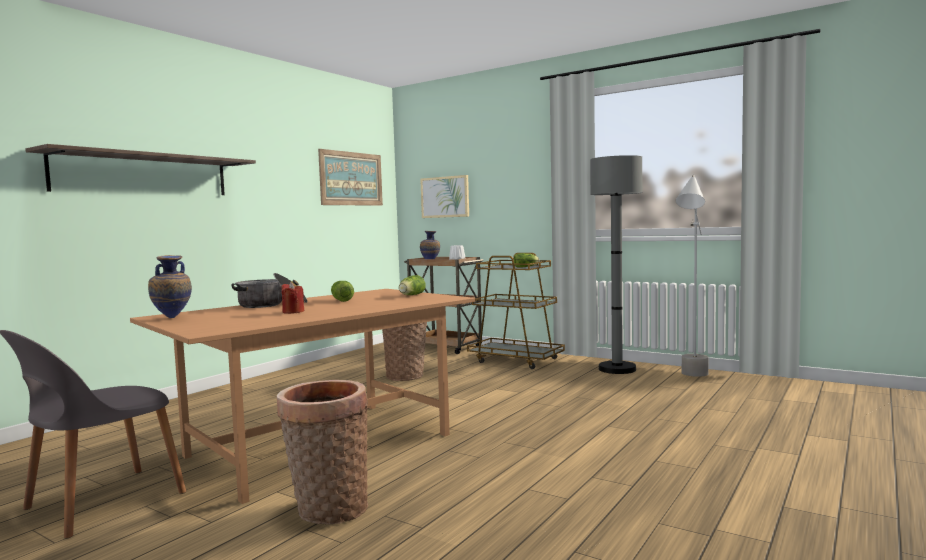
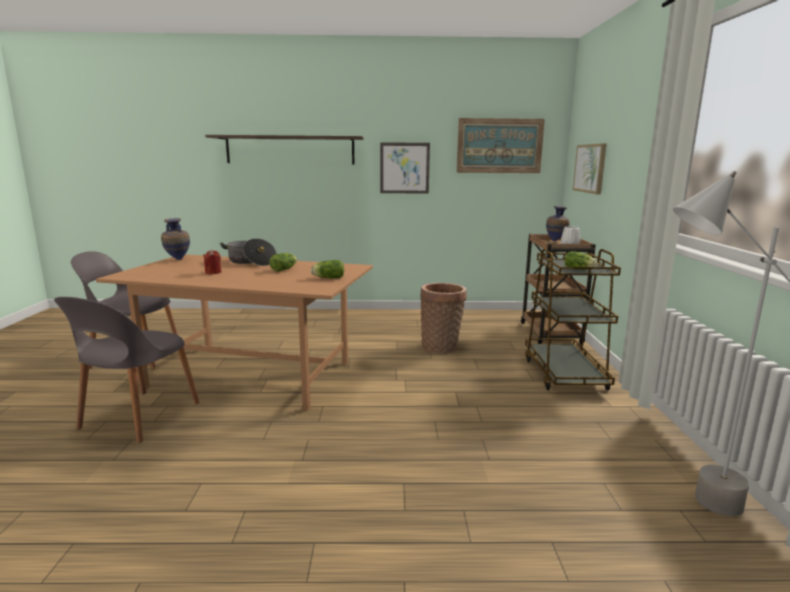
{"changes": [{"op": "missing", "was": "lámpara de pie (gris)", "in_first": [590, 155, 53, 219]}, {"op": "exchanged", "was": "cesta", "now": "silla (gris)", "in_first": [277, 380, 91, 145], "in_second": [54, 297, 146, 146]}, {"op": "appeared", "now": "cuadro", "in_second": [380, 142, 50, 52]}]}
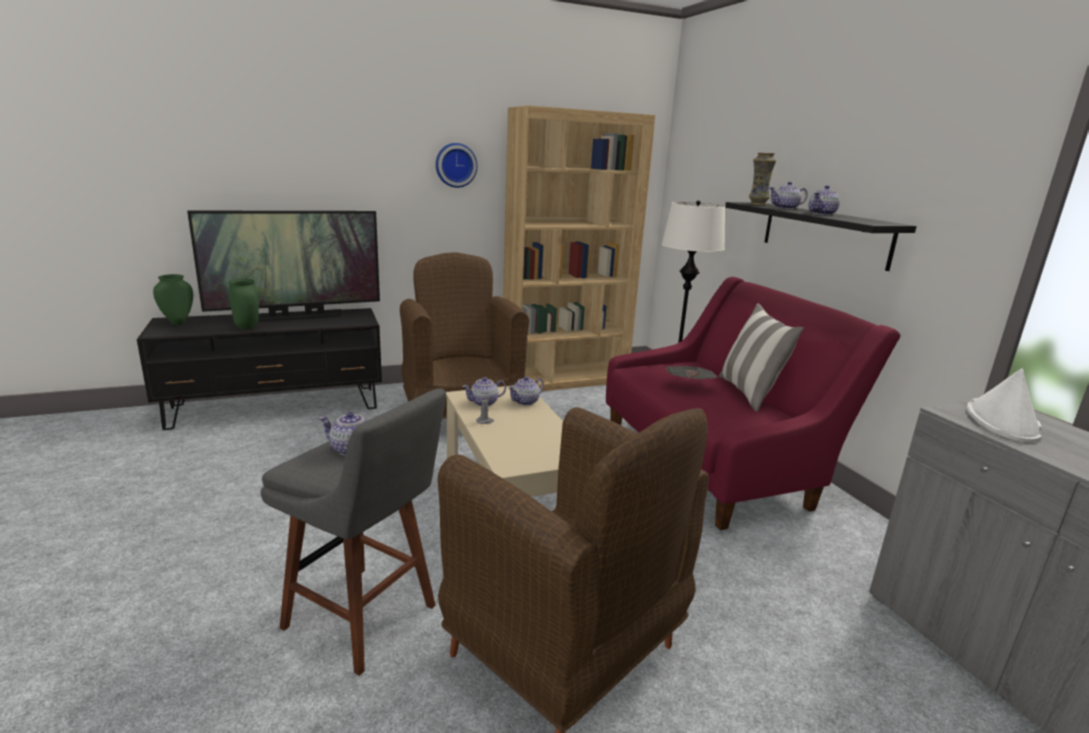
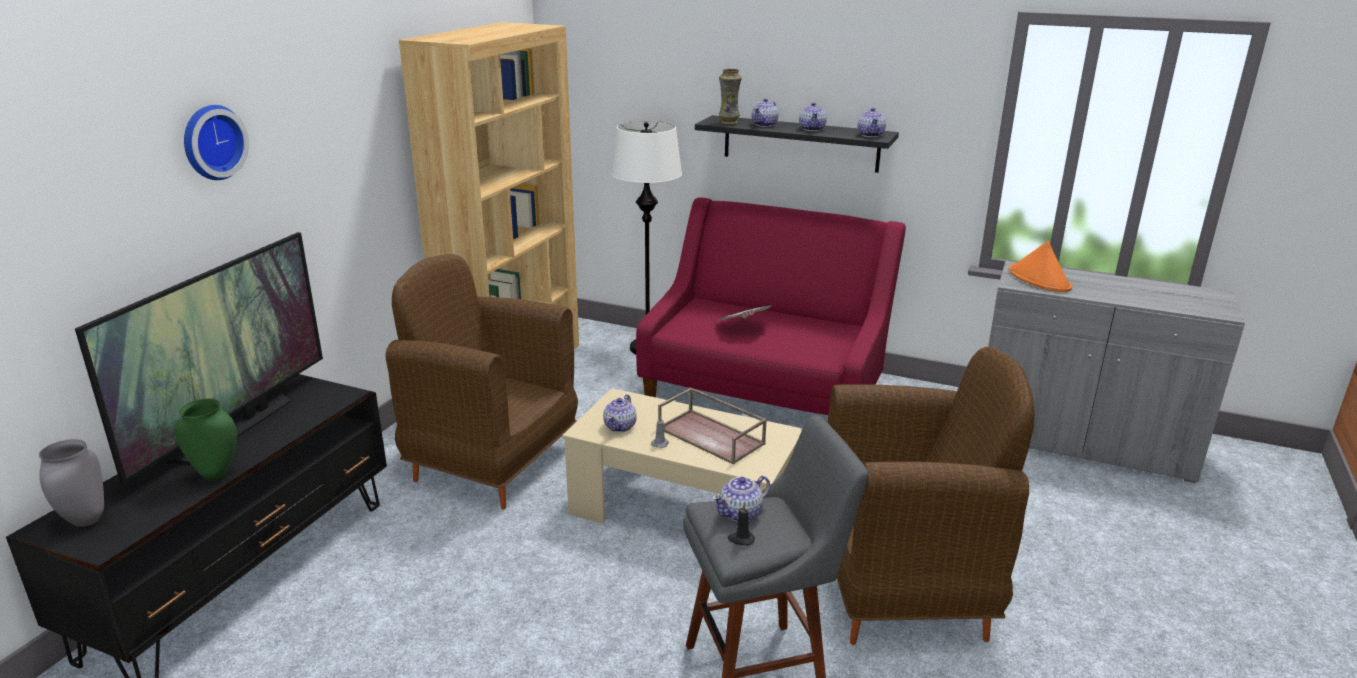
{"changes": [{"op": "relocated", "was": "reloj de pared", "in_first": [436, 143, 41, 45], "in_second": [184, 105, 65, 75]}, {"op": "colour", "was": "florero (verde)", "now": "florero (gris)", "in_first": [153, 274, 40, 51], "in_second": [39, 439, 65, 88]}, {"op": "missing", "was": "cojín", "in_first": [719, 304, 85, 108]}, {"op": "colour", "was": "sombrero (blanco)", "now": "sombrero (naranja)", "in_first": [966, 368, 76, 75], "in_second": [1008, 241, 64, 51]}, {"op": "relocated", "was": "tetera", "in_first": [508, 376, 36, 30], "in_second": [857, 108, 29, 29]}, {"op": "appeared", "now": "bandeja (marrón)", "in_second": [658, 388, 109, 77]}, {"op": "appeared", "now": "vela (negro)", "in_second": [728, 503, 27, 43]}]}
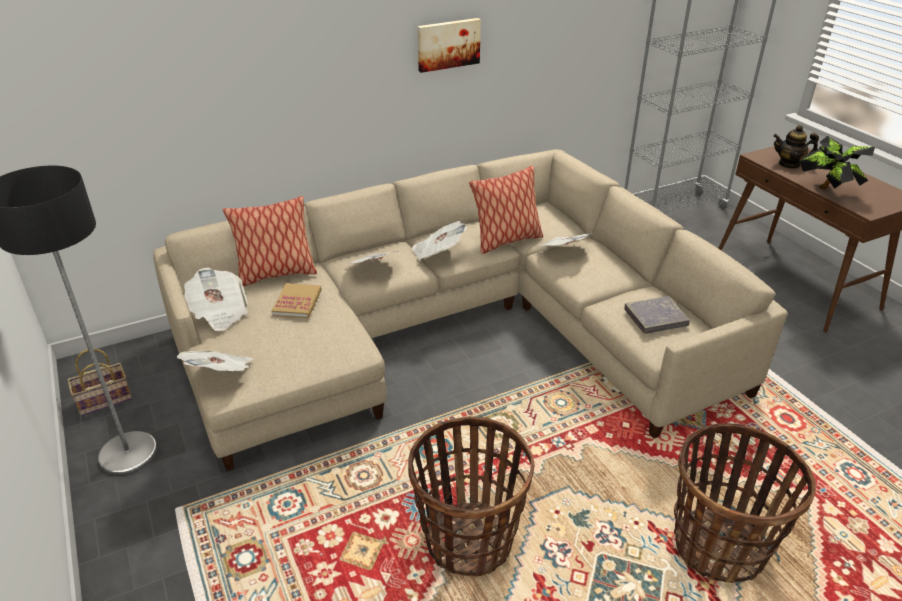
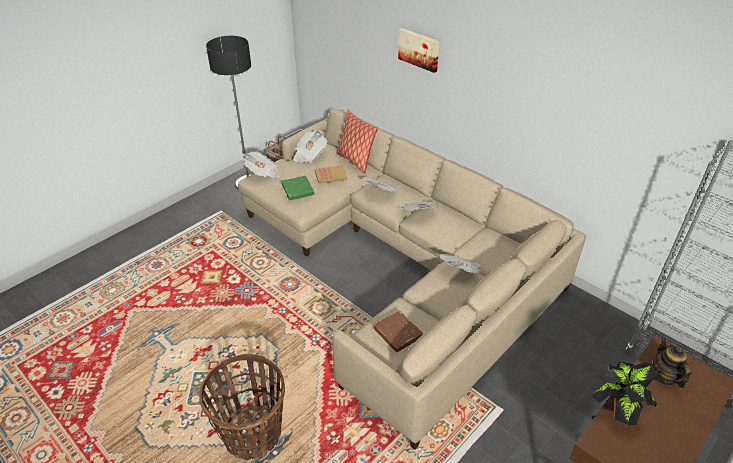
{"changes": [{"op": "relocated", "was": "cuadro", "in_first": [417, 18, 64, 55], "in_second": [398, 28, 42, 45]}, {"op": "missing", "was": "cojín", "in_first": [469, 166, 74, 88]}, {"op": "colour", "was": "libro (gris)", "now": "libro (marrón)", "in_first": [624, 296, 66, 38], "in_second": [373, 310, 50, 42]}, {"op": "missing", "was": "cesta", "in_first": [408, 416, 127, 161]}, {"op": "appeared", "now": "libro (verde)", "in_second": [282, 176, 32, 24]}]}
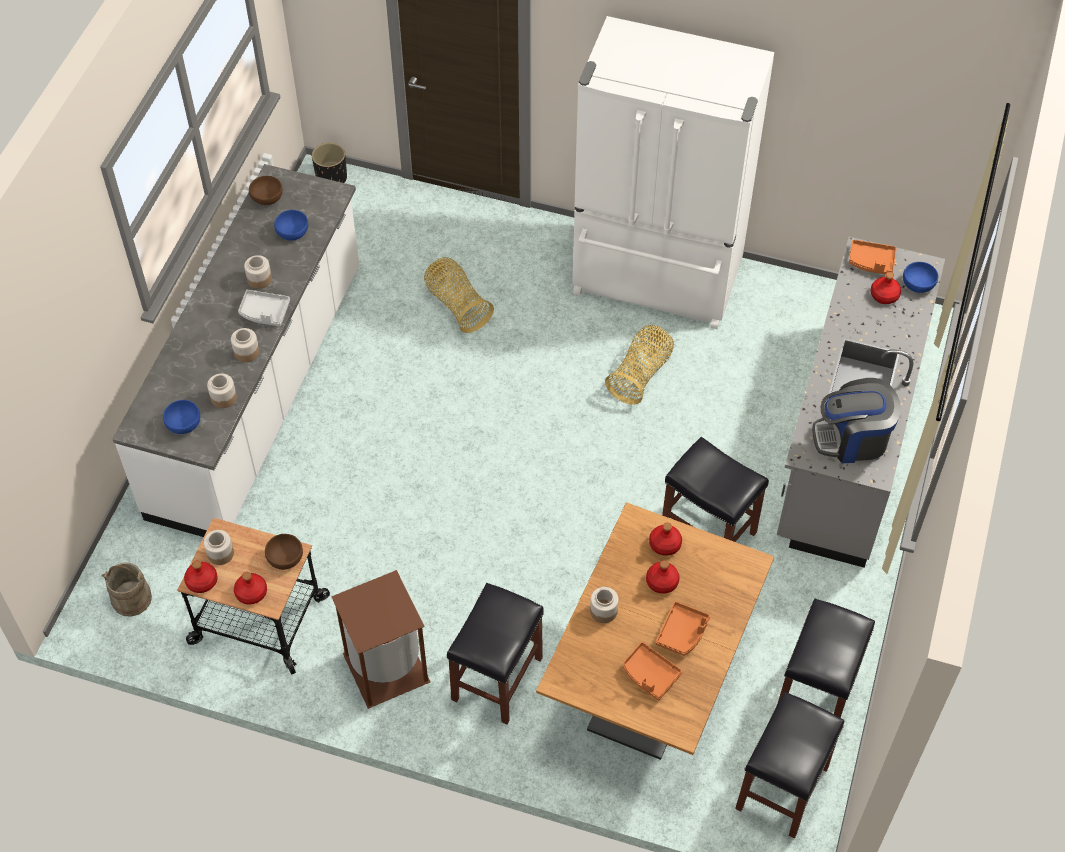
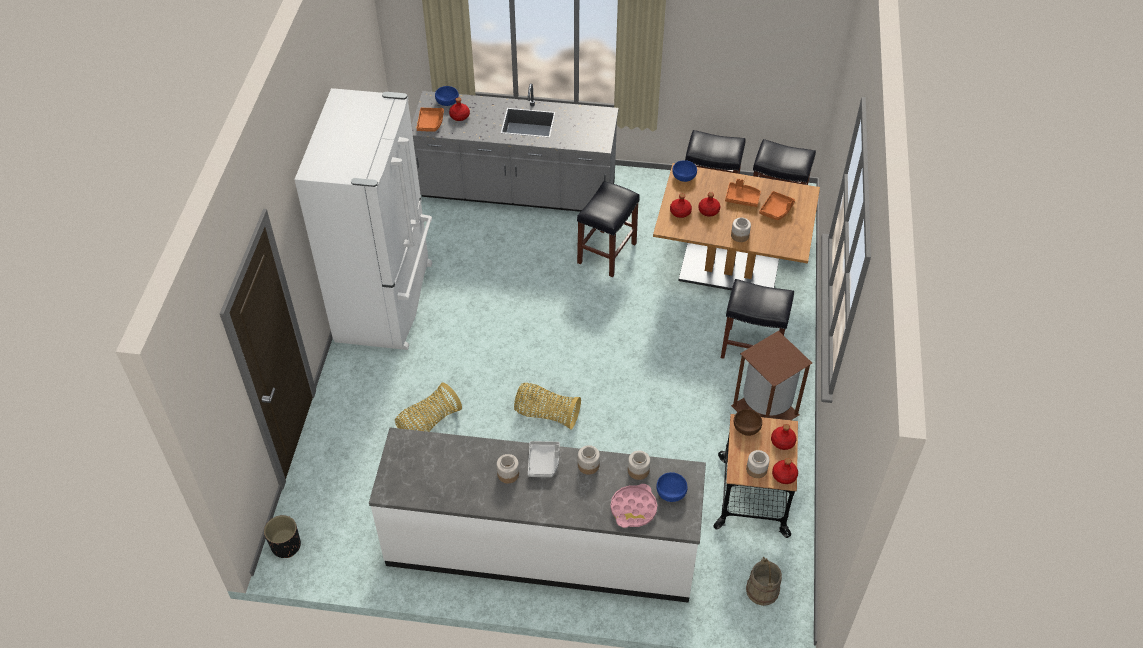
{"changes": [{"op": "missing", "was": "cuenco (marrón)", "in_first": [249, 176, 34, 29]}, {"op": "relocated", "was": "cuenco (azul)", "in_first": [274, 210, 34, 31], "in_second": [672, 160, 25, 22]}, {"op": "relocated", "was": "cesta", "in_first": [605, 325, 69, 80], "in_second": [514, 383, 67, 47]}, {"op": "missing", "was": "cafetera", "in_first": [812, 378, 89, 85]}, {"op": "appeared", "now": "bandeja (rosa)", "in_second": [610, 484, 47, 44]}]}
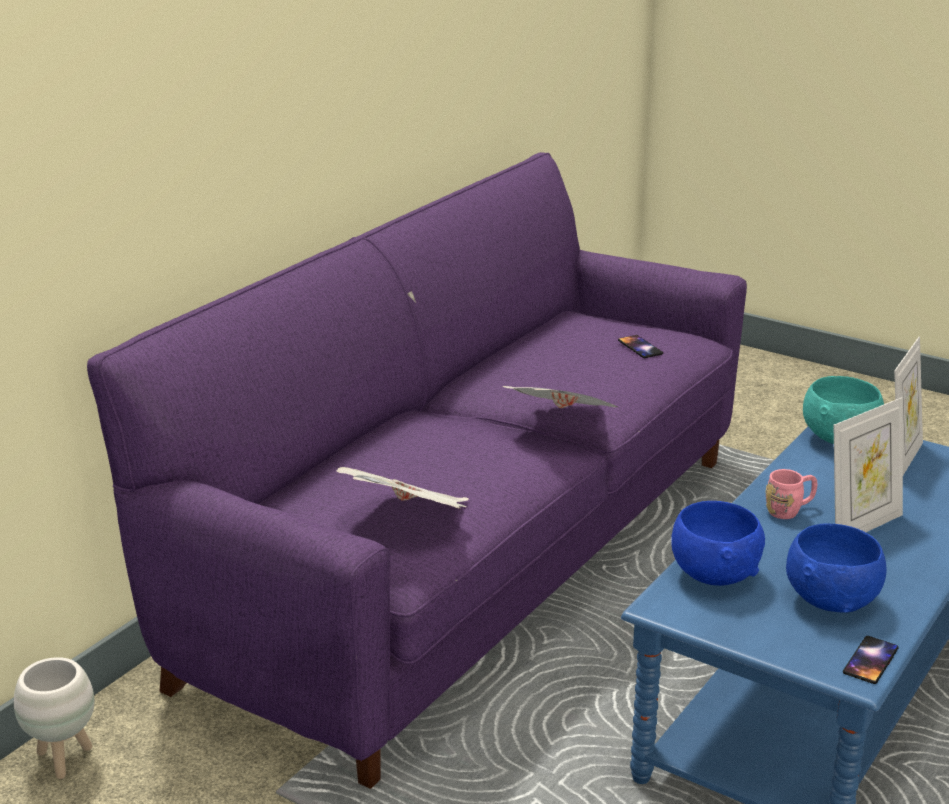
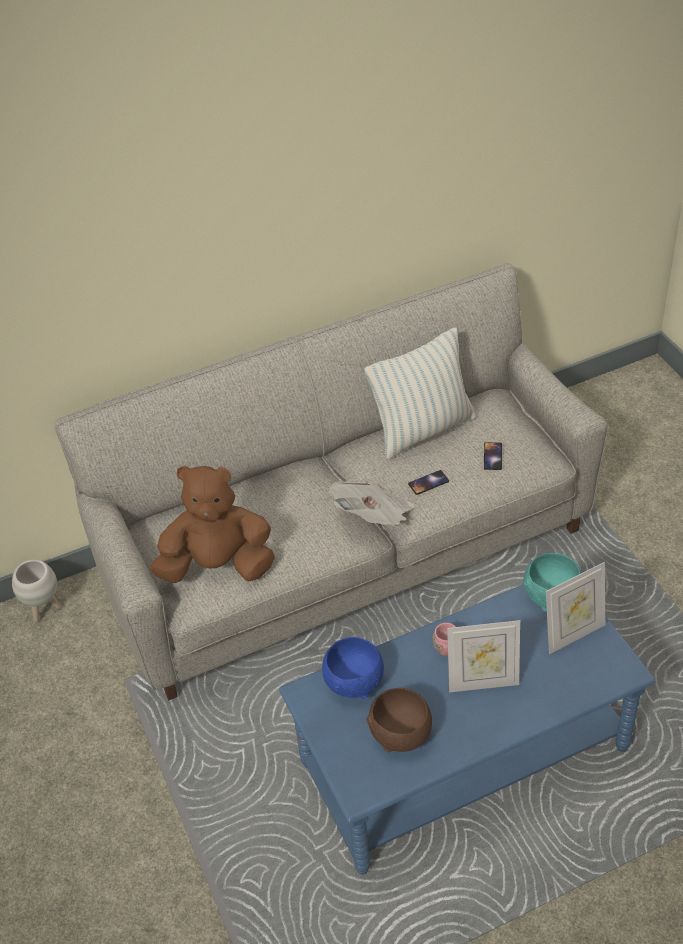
{"changes": [{"op": "colour", "was": "sofá (morado)", "now": "sofá (gris)", "in_first": [87, 152, 660, 637], "in_second": [55, 263, 553, 438]}, {"op": "exchanged", "was": "periódico", "now": "peluche (marrón)", "in_first": [337, 467, 132, 41], "in_second": [150, 466, 125, 117]}, {"op": "colour", "was": "cuenco (azul)", "now": "cuenco (marrón)", "in_first": [786, 523, 100, 90], "in_second": [366, 688, 66, 64]}, {"op": "relocated", "was": "móvil", "in_first": [843, 636, 56, 48], "in_second": [408, 470, 41, 25]}, {"op": "appeared", "now": "cojín", "in_second": [365, 328, 111, 132]}]}
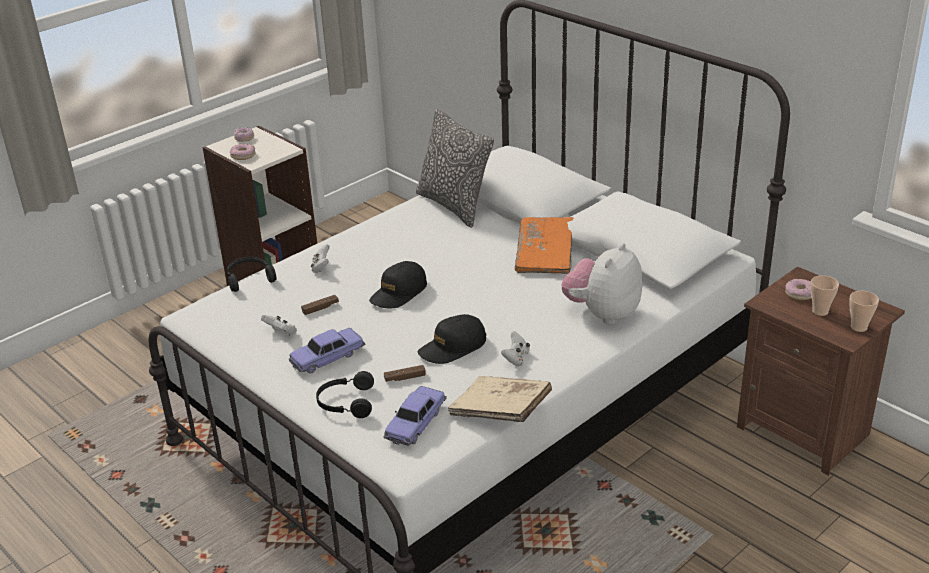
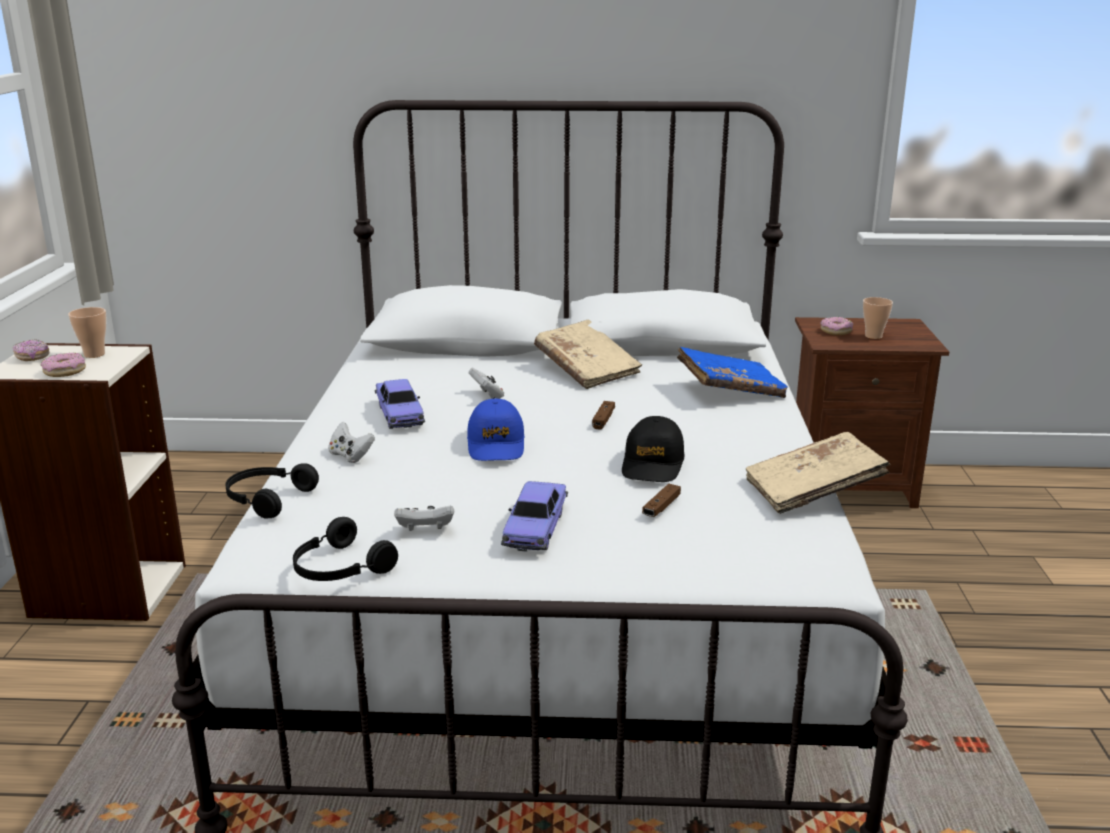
{"changes": [{"op": "missing", "was": "cojín", "in_first": [416, 109, 78, 119]}, {"op": "colour", "was": "libro (naranja)", "now": "libro (beis)", "in_first": [515, 217, 58, 57], "in_second": [534, 319, 108, 70]}, {"op": "exchanged", "was": "peluche", "now": "libro (azul)", "in_first": [561, 243, 81, 81], "in_second": [677, 347, 110, 51]}, {"op": "colour", "was": "gorra (negro)", "now": "gorra (azul)", "in_first": [369, 261, 58, 47], "in_second": [467, 398, 58, 63]}, {"op": "relocated", "was": "taza", "in_first": [849, 291, 30, 41], "in_second": [68, 307, 39, 51]}, {"op": "relocated", "was": "mando de consola (marrón)", "in_first": [301, 295, 38, 20], "in_second": [592, 401, 23, 29]}, {"op": "relocated", "was": "mando de consola (blanco)", "in_first": [501, 331, 29, 35], "in_second": [469, 368, 35, 31]}, {"op": "relocated", "was": "auriculares (negro)", "in_first": [316, 371, 58, 47], "in_second": [293, 517, 105, 64]}, {"op": "relocated", "was": "coche de juguete", "in_first": [383, 386, 64, 59], "in_second": [375, 379, 50, 50]}]}
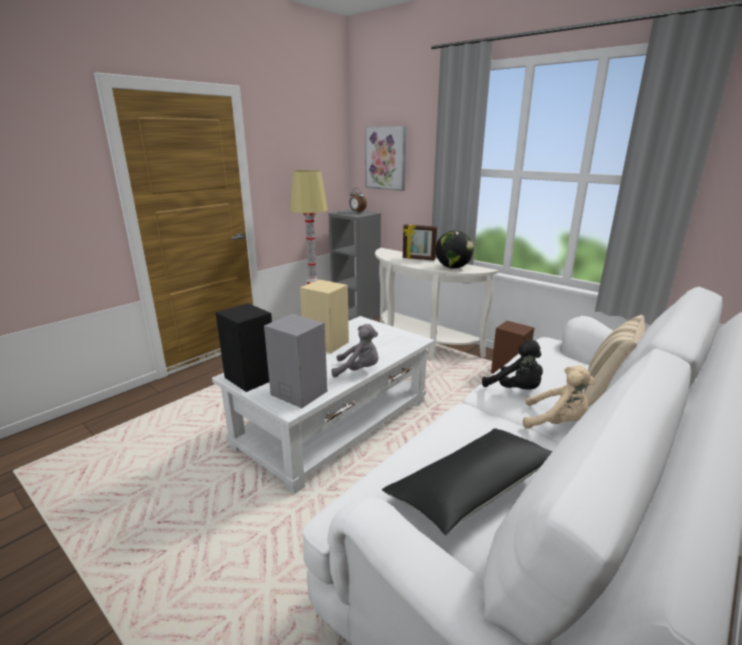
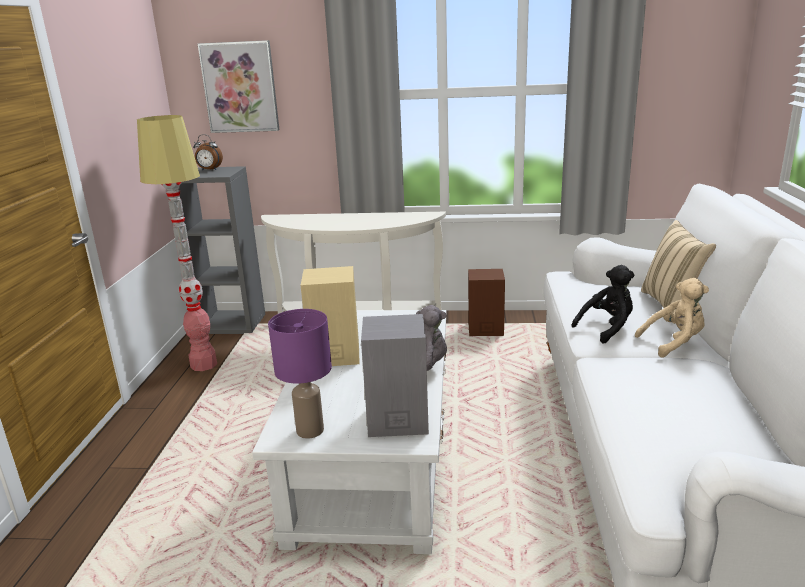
{"changes": [{"op": "missing", "was": "portarretratos", "in_first": [403, 224, 34, 37]}, {"op": "missing", "was": "globo terráqueo", "in_first": [436, 231, 38, 38]}, {"op": "exchanged", "was": "altavoz (negro)", "now": "lámpara de mesa (morado)", "in_first": [216, 303, 56, 89], "in_second": [268, 309, 64, 130]}, {"op": "spun", "was": "peluche (negro)", "in_first": [482, 340, 61, 50], "in_second": [571, 265, 64, 78], "clockwise": -45}, {"op": "missing", "was": "cojín (negro)", "in_first": [382, 428, 171, 108]}]}
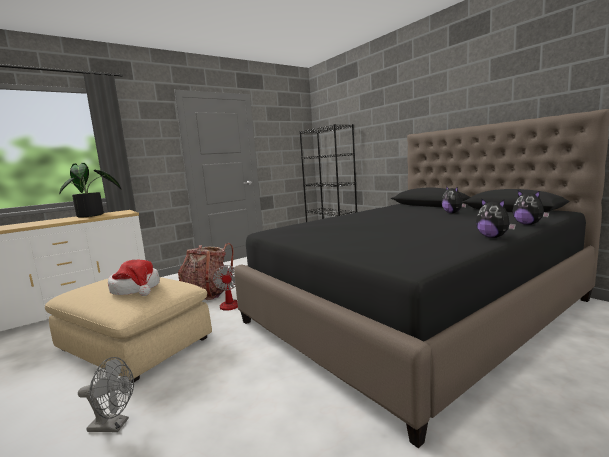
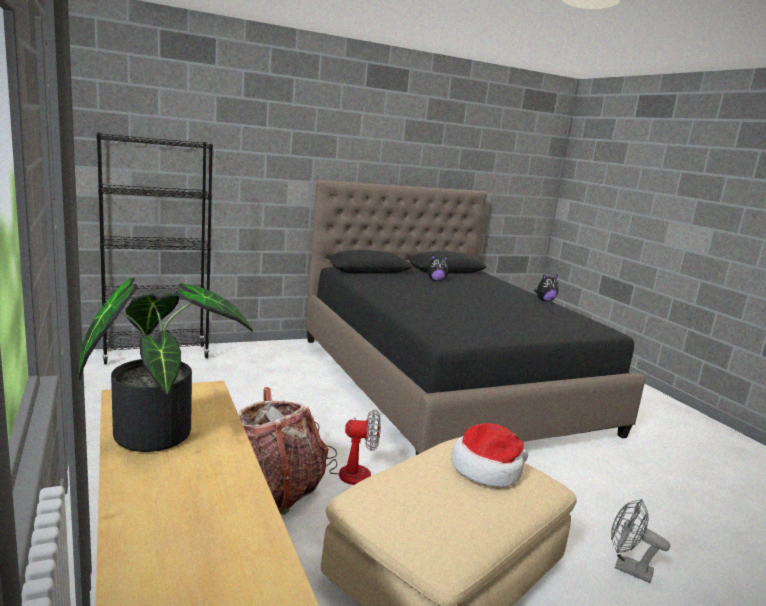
{"changes": [{"op": "missing", "was": "peluche", "in_first": [512, 190, 37, 35]}, {"op": "spun", "was": "ventilador (gris)", "in_first": [78, 357, 56, 75], "in_second": [611, 499, 59, 84], "clockwise": -75}]}
